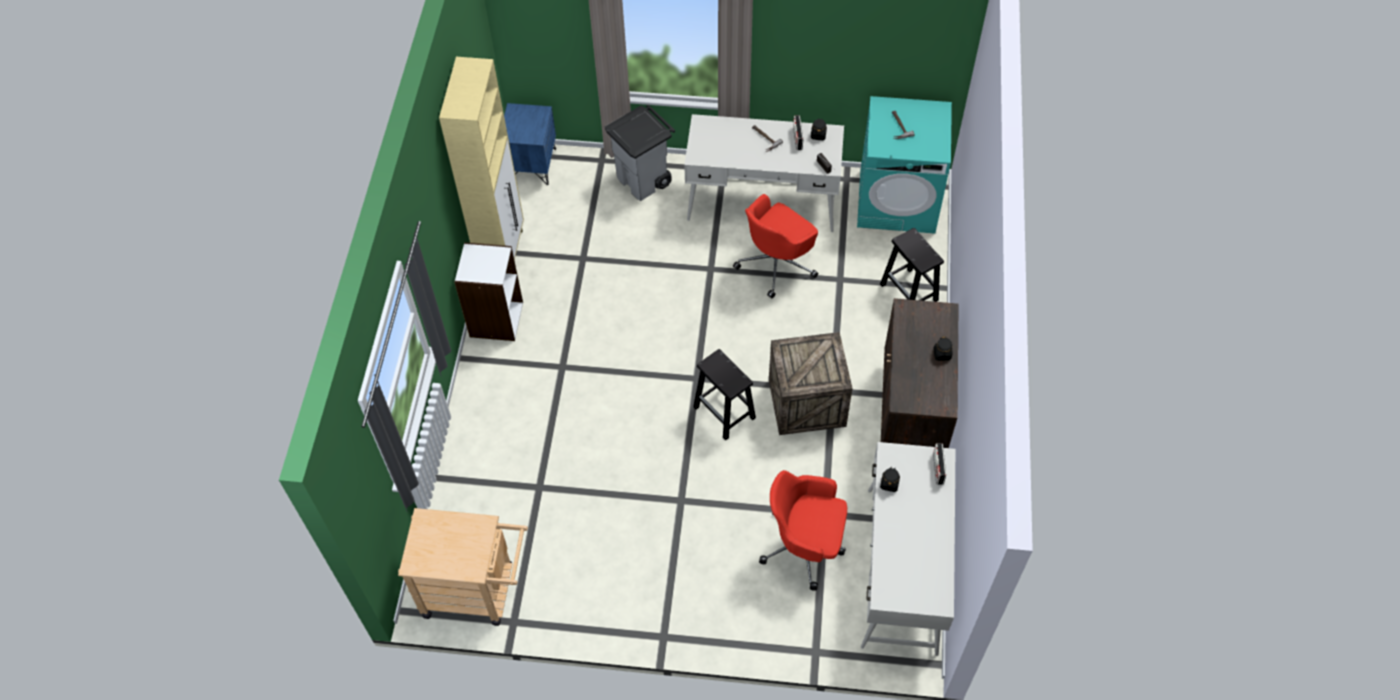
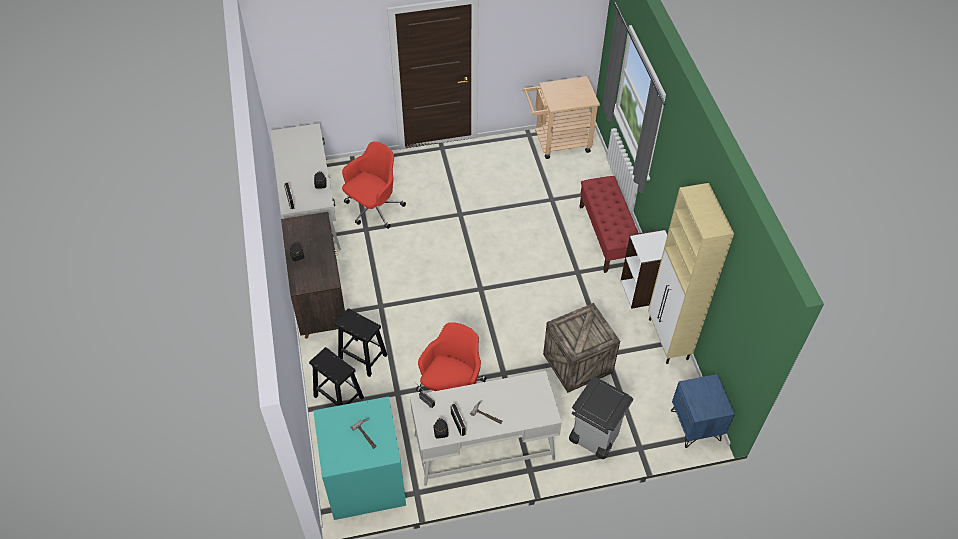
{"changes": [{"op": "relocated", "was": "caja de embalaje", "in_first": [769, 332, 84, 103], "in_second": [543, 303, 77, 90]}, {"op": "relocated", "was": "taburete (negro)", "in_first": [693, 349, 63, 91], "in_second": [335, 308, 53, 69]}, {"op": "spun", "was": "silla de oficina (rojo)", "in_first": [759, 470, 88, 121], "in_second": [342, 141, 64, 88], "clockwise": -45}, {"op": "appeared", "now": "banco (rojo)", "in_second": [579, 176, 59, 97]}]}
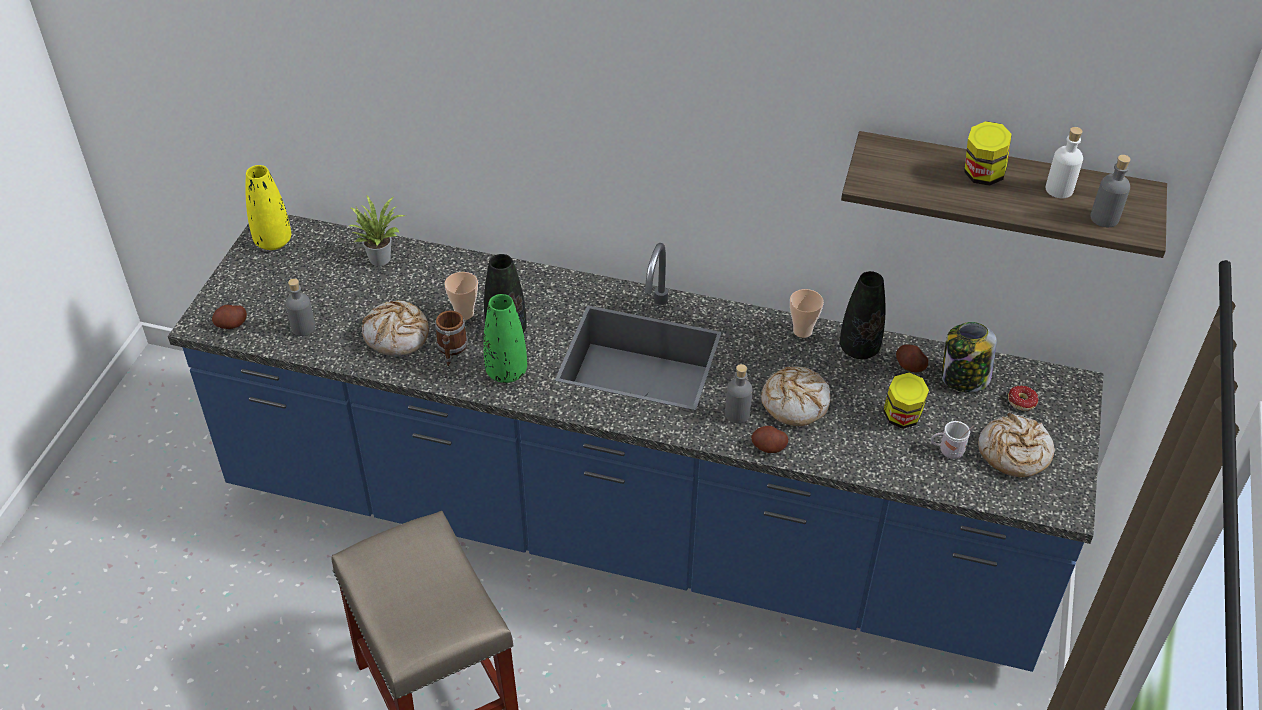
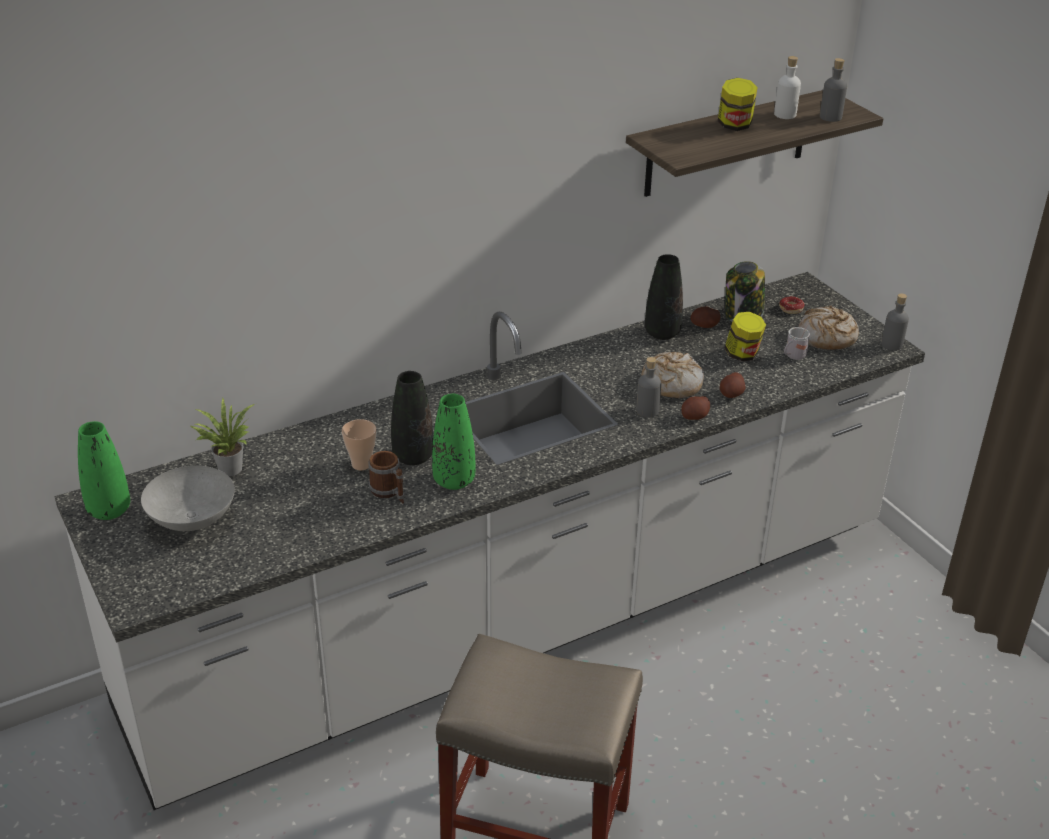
{"changes": [{"op": "colour", "was": "florero (amarillo)", "now": "florero (verde)", "in_first": [246, 165, 45, 85], "in_second": [78, 421, 52, 99]}, {"op": "colour", "was": "mueble bajo de cocina (azul)", "now": "mueble bajo de cocina (blanco)", "in_first": [168, 214, 935, 458], "in_second": [54, 272, 871, 538]}, {"op": "relocated", "was": "botella (gris)", "in_first": [286, 278, 29, 58], "in_second": [881, 294, 28, 57]}, {"op": "missing", "was": "taza", "in_first": [790, 289, 34, 49]}, {"op": "missing", "was": "pan", "in_first": [362, 300, 67, 57]}, {"op": "relocated", "was": "patata", "in_first": [212, 305, 35, 24], "in_second": [720, 372, 26, 26]}, {"op": "appeared", "now": "cuenco (gris)", "in_second": [141, 466, 94, 65]}]}
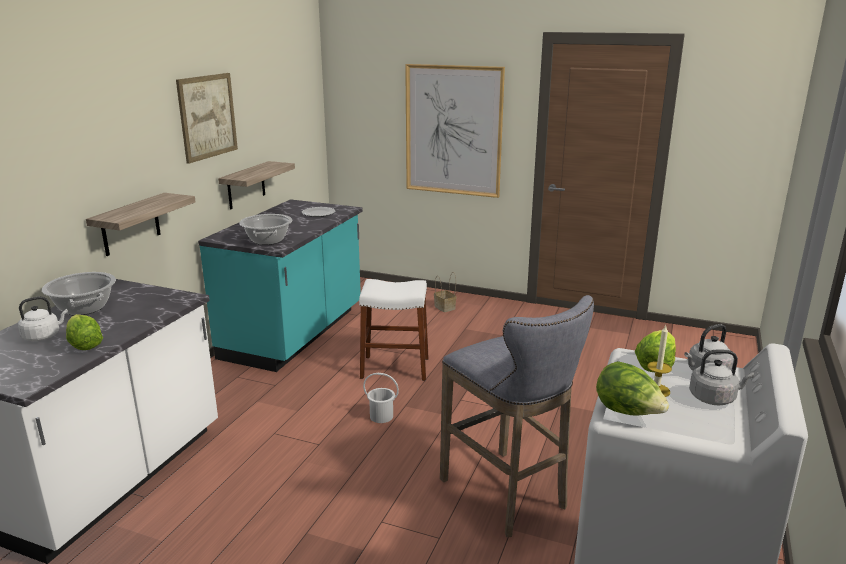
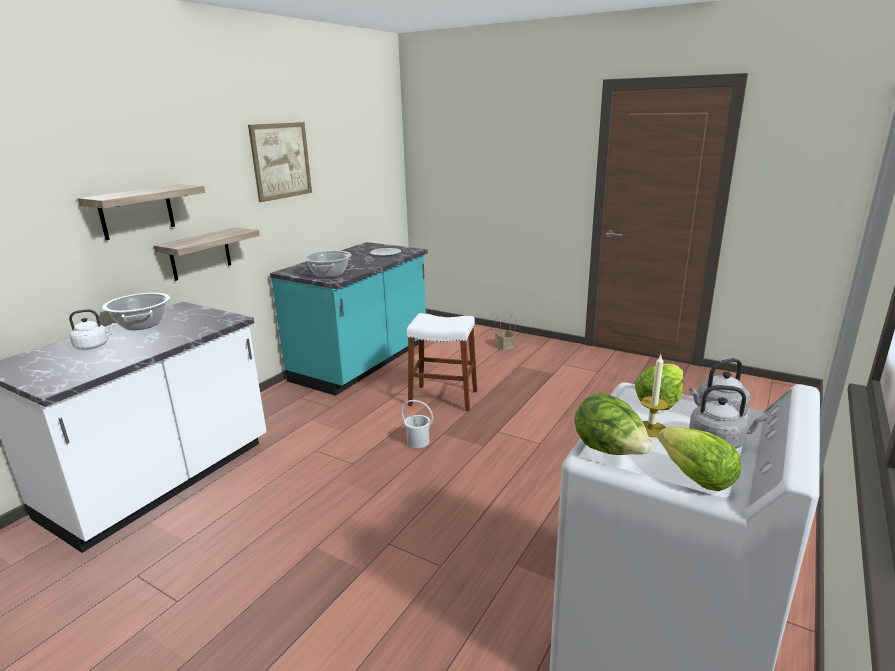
{"changes": [{"op": "missing", "was": "cuadro", "in_first": [405, 64, 100, 134]}, {"op": "relocated", "was": "estante", "in_first": [218, 161, 77, 48], "in_second": [78, 184, 127, 56]}, {"op": "missing", "was": "taburete (gris)", "in_first": [440, 295, 154, 242]}, {"op": "relocated", "was": "lechuga", "in_first": [66, 314, 37, 36], "in_second": [658, 427, 83, 64]}]}
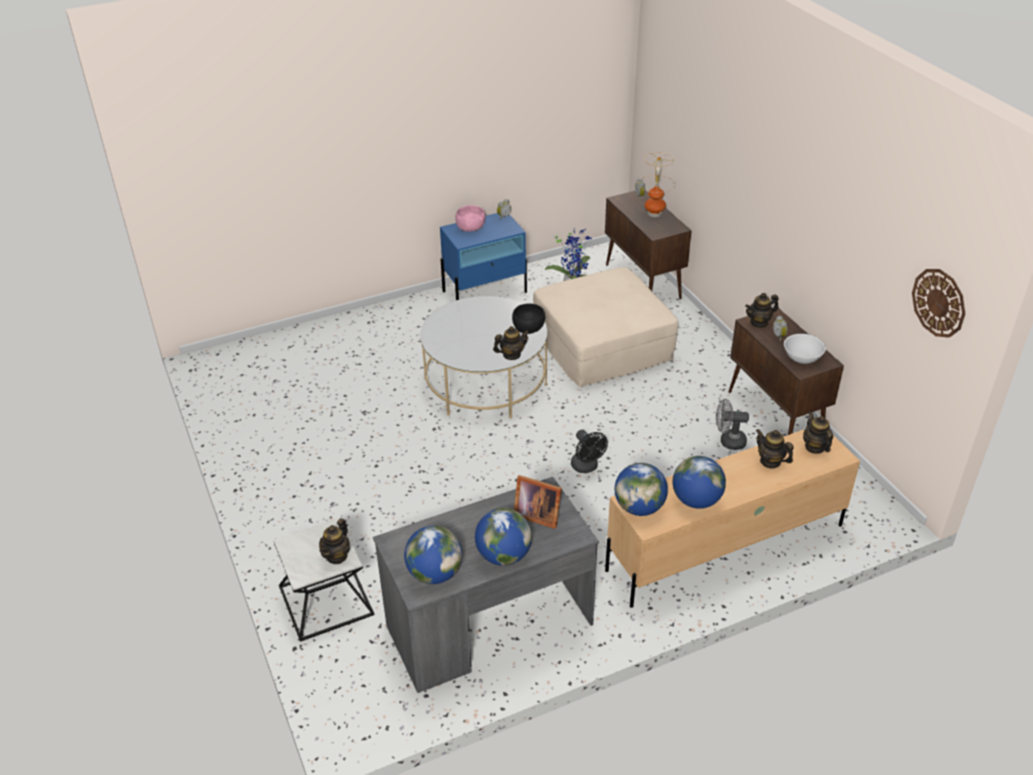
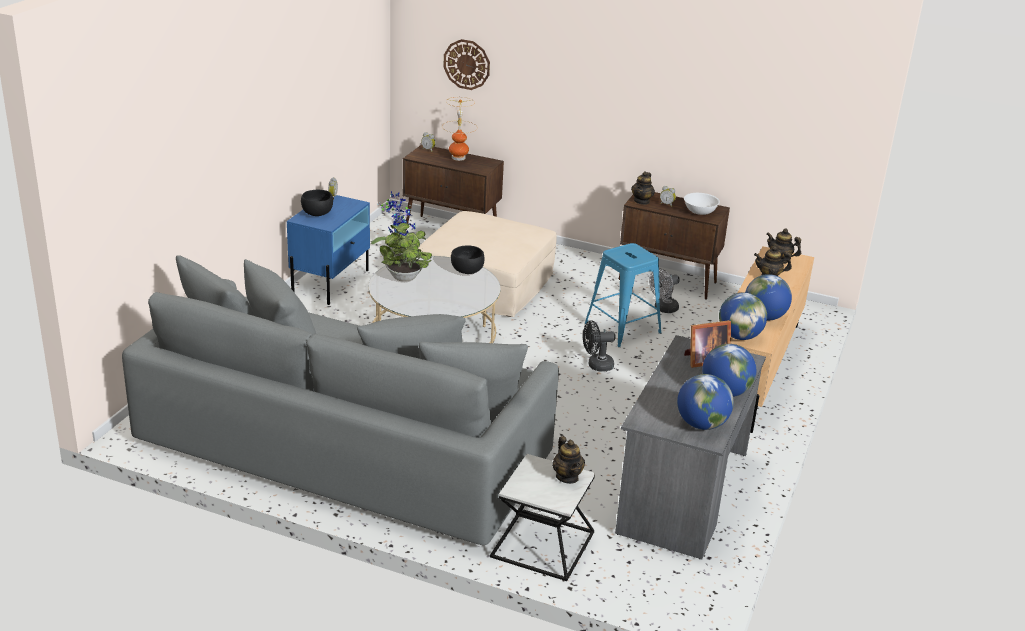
{"changes": [{"op": "colour", "was": "cuenco (rosa)", "now": "cuenco (negro)", "in_first": [456, 205, 30, 27], "in_second": [301, 190, 33, 26]}, {"op": "relocated", "was": "reloj de pared", "in_first": [912, 269, 53, 69], "in_second": [444, 39, 46, 51]}, {"op": "missing", "was": "tetera", "in_first": [493, 326, 37, 34]}, {"op": "spun", "was": "ventilador (negro)", "in_first": [571, 430, 37, 43], "in_second": [583, 320, 32, 51], "clockwise": 150}, {"op": "appeared", "now": "planta en maceta", "in_second": [380, 223, 52, 59]}, {"op": "appeared", "now": "taburete (azul)", "in_second": [585, 243, 76, 104]}, {"op": "appeared", "now": "sofá (gris)", "in_second": [122, 255, 437, 290]}]}
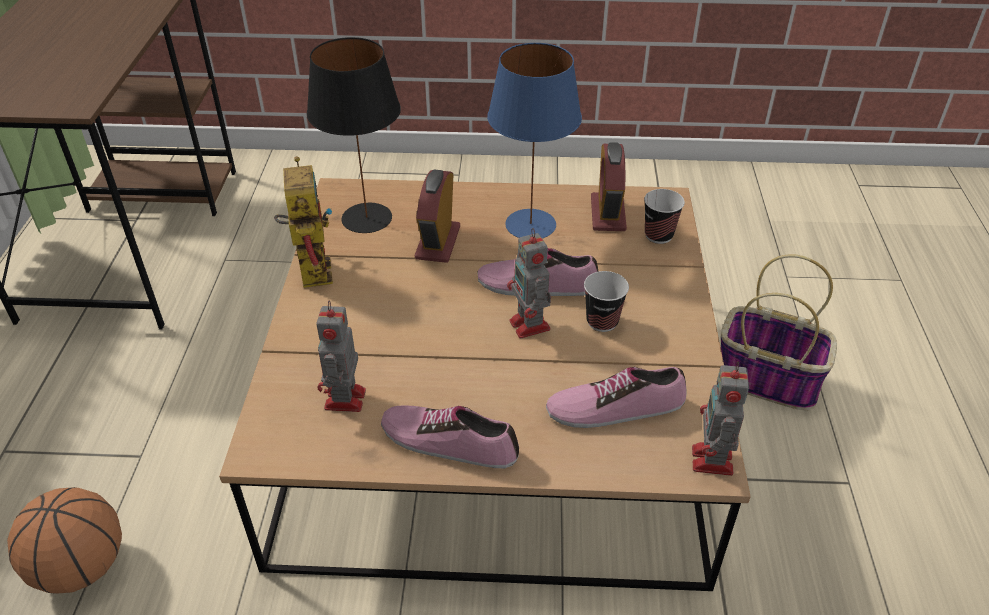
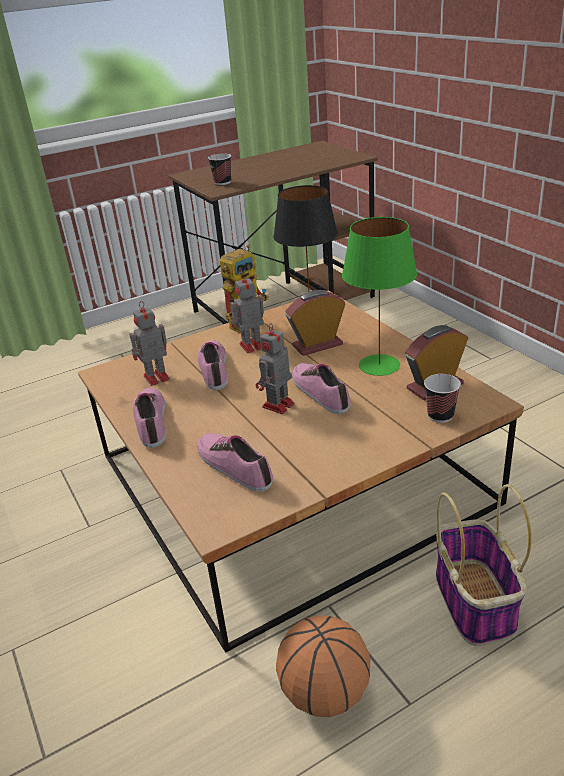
{"changes": [{"op": "colour", "was": "lámpara de mesa (azul)", "now": "lámpara de mesa (verde)", "in_first": [487, 43, 95, 195], "in_second": [342, 217, 75, 159]}, {"op": "relocated", "was": "taza", "in_first": [584, 271, 45, 61], "in_second": [208, 153, 23, 32]}, {"op": "relocated", "was": "robot de juguete", "in_first": [692, 361, 57, 115], "in_second": [231, 272, 33, 81]}, {"op": "relocated", "was": "balón de baloncesto", "in_first": [7, 487, 115, 107], "in_second": [276, 615, 94, 102]}, {"op": "appeared", "now": "zapato", "in_second": [197, 340, 31, 50]}]}
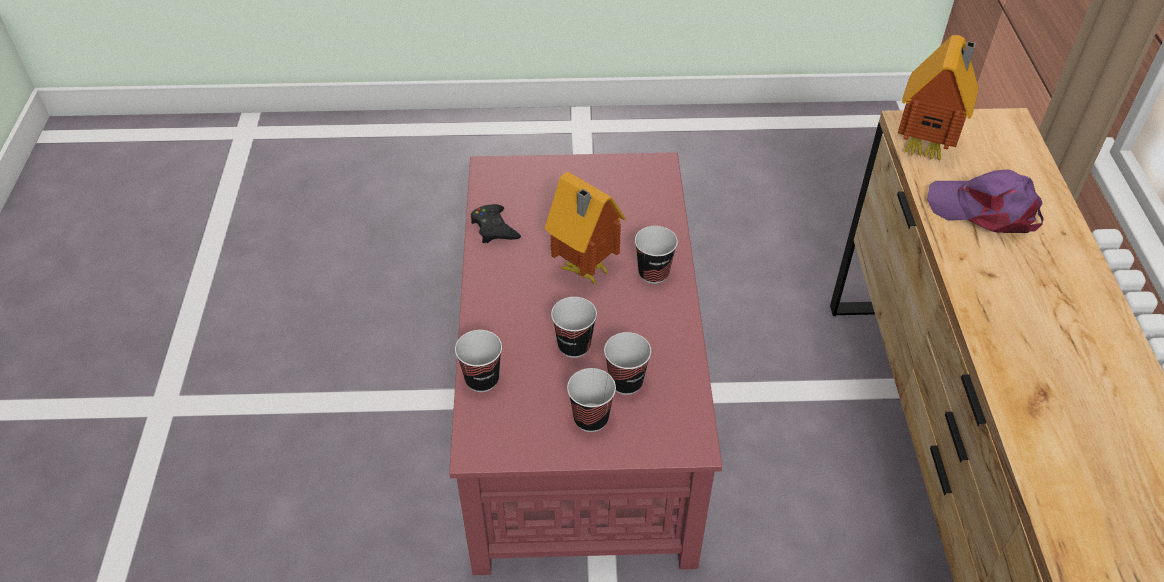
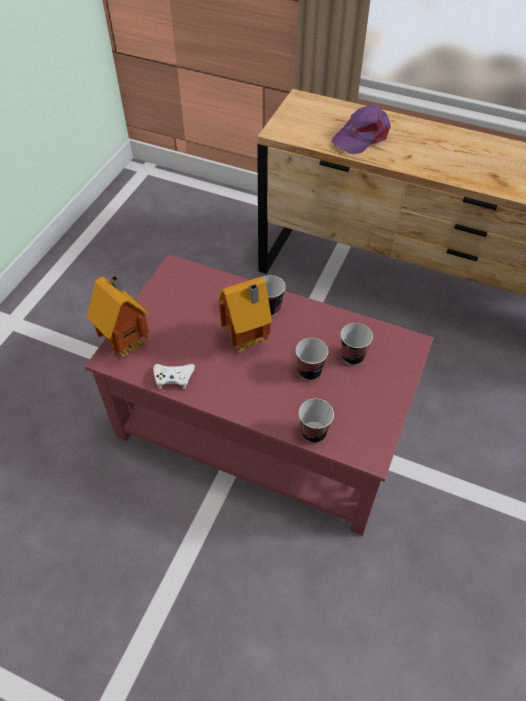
{"changes": [{"op": "relocated", "was": "casita", "in_first": [898, 35, 80, 127], "in_second": [87, 275, 62, 83]}, {"op": "colour", "was": "mando de consola (negro)", "now": "mando de consola (blanco)", "in_first": [471, 204, 50, 39], "in_second": [153, 364, 42, 25]}, {"op": "missing", "was": "taza", "in_first": [567, 368, 49, 64]}]}
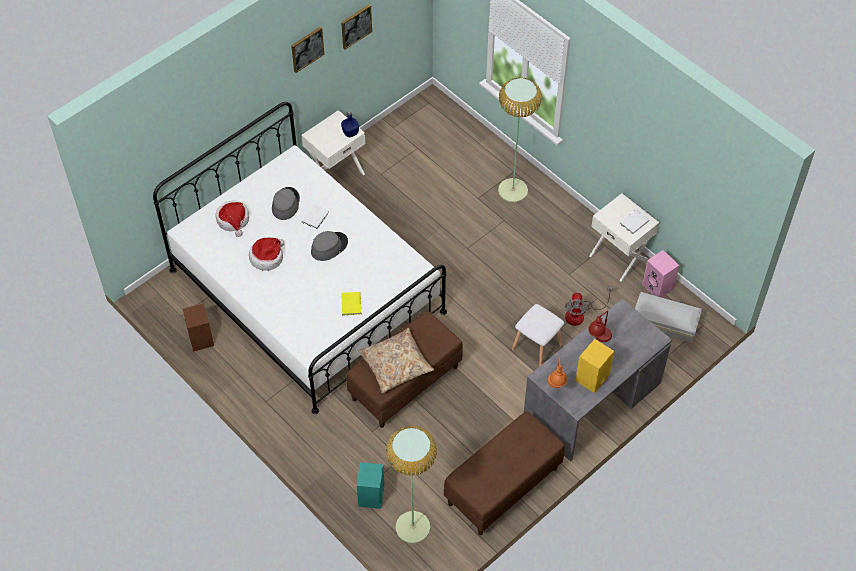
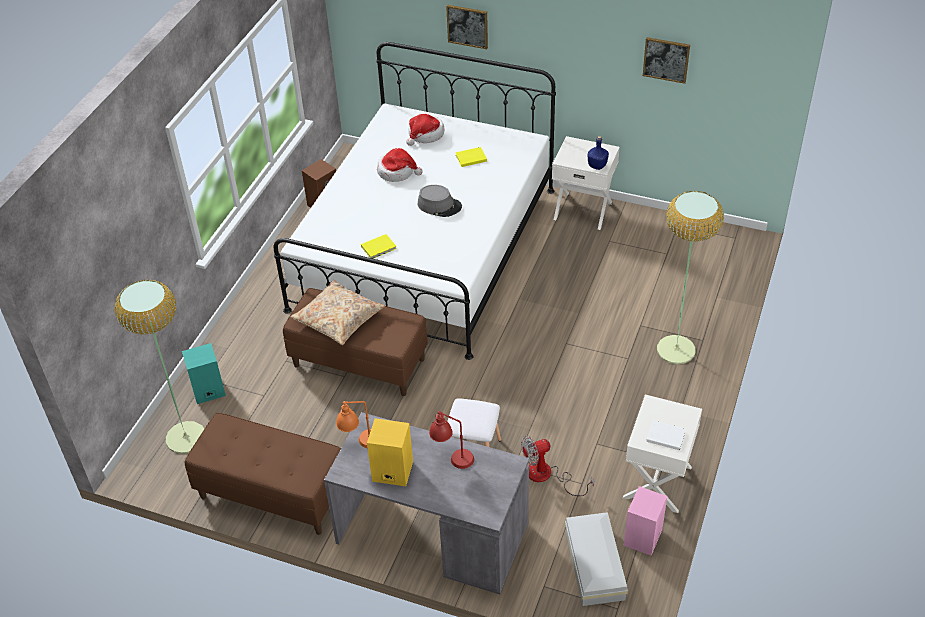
{"changes": [{"op": "relocated", "was": "cuadro", "in_first": [291, 27, 33, 46], "in_second": [446, 5, 42, 44]}, {"op": "exchanged", "was": "sombrero (gris)", "now": "libro (amarillo)", "in_first": [272, 187, 28, 33], "in_second": [456, 147, 31, 20]}, {"op": "missing", "was": "libro (blanco)", "in_first": [301, 204, 28, 25]}]}
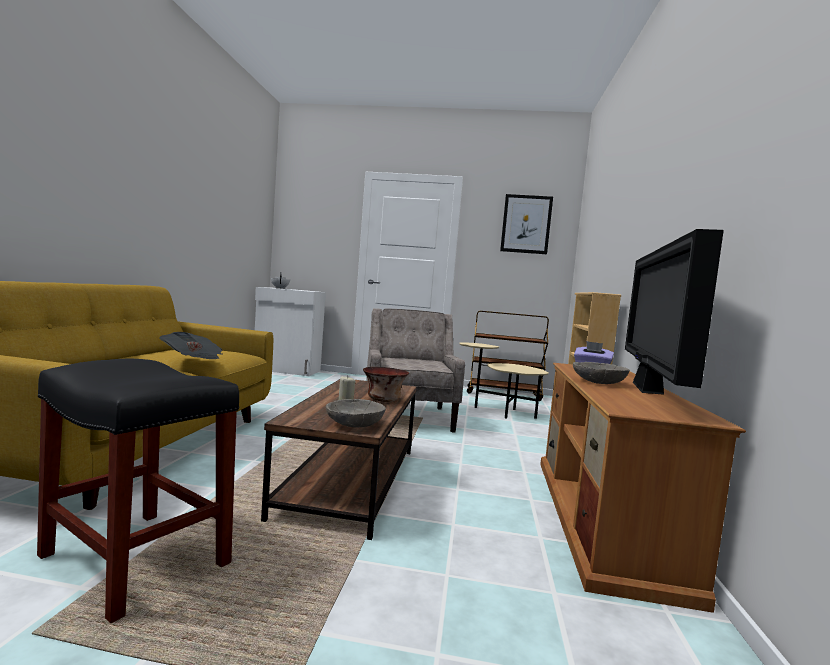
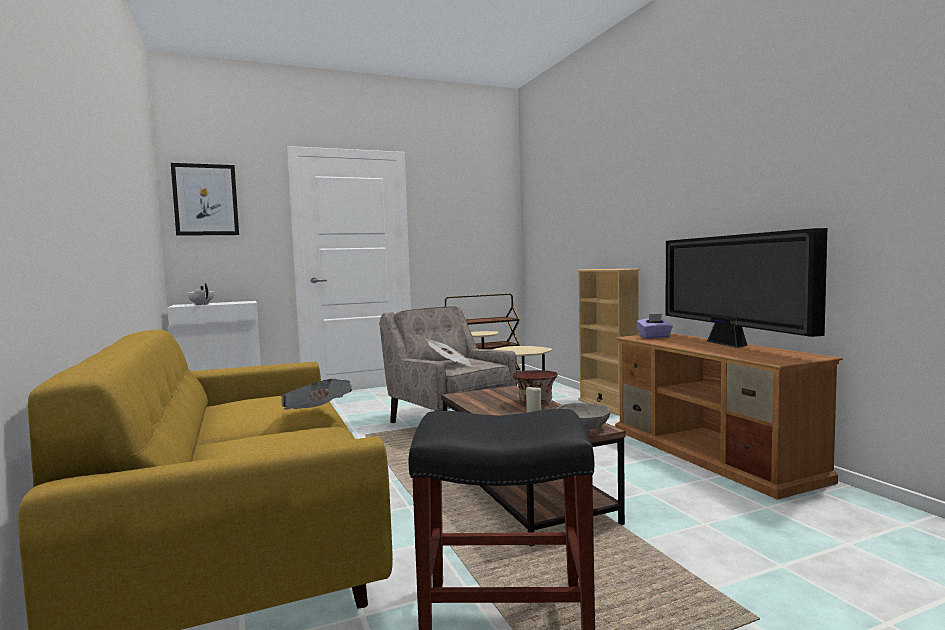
{"changes": [{"op": "relocated", "was": "cuadro", "in_first": [500, 194, 53, 60], "in_second": [171, 163, 68, 73]}, {"op": "missing", "was": "cuenco (gris)", "in_first": [573, 362, 57, 22]}, {"op": "appeared", "now": "periódico", "in_second": [425, 339, 47, 28]}]}
